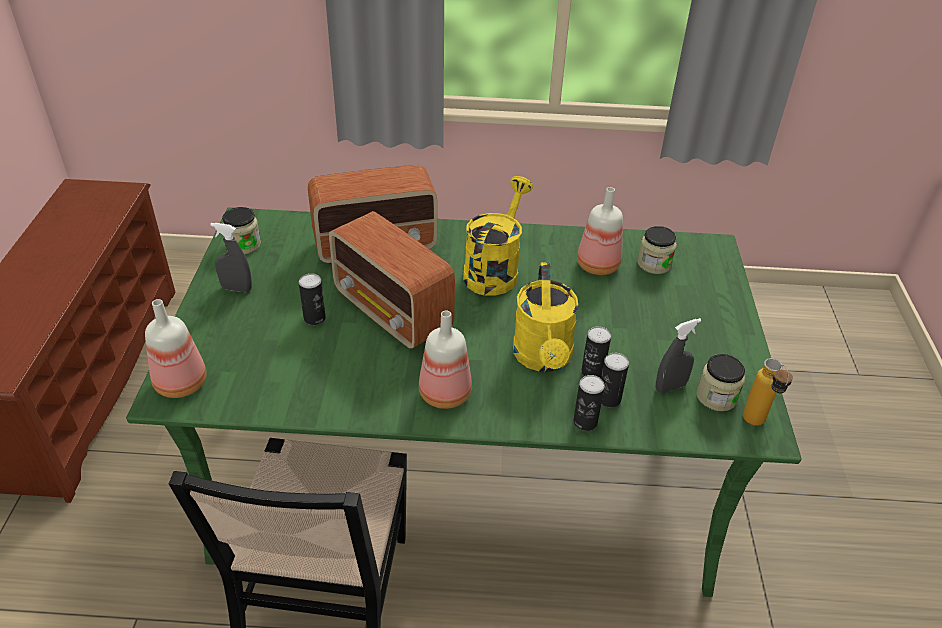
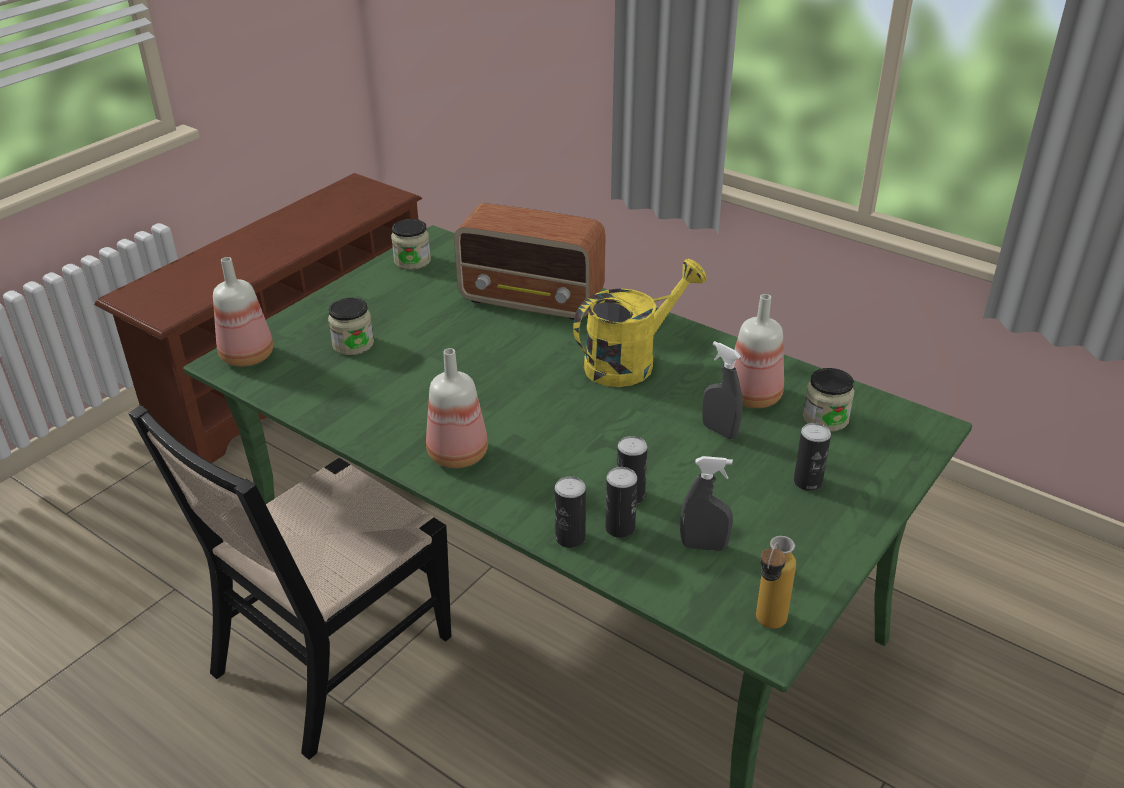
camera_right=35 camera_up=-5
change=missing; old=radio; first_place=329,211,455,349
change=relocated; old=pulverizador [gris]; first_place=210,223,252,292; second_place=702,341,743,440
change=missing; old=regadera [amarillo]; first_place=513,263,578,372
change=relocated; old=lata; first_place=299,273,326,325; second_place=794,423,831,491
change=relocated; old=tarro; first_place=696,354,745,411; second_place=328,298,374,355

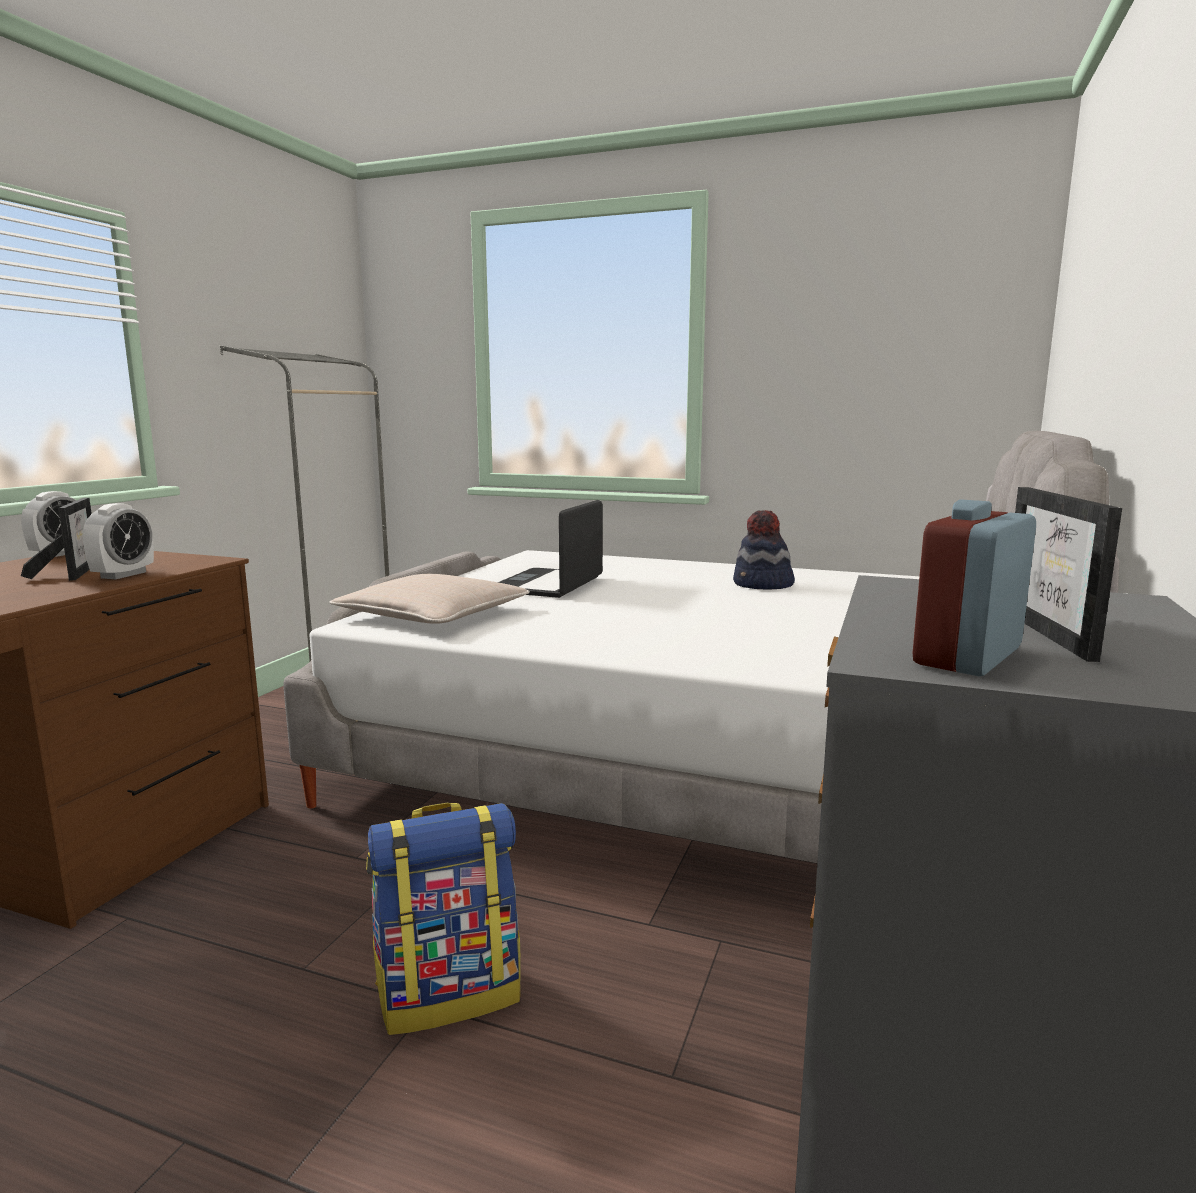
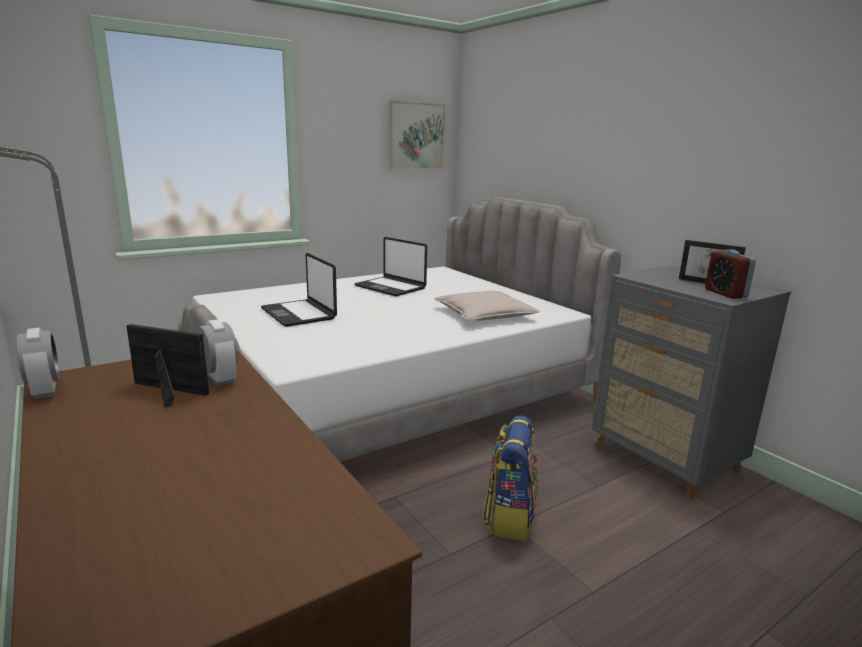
camera_right=-55 camera_up=5
change=exchanged; old=sombrero; new=portátil; first_place=733,510,795,589; second_place=354,237,427,296
change=relocated; old=cojín [beis]; first_place=329,574,530,624; second_place=435,291,539,321
change=appeared; new=cuadro; second_place=388,101,445,170

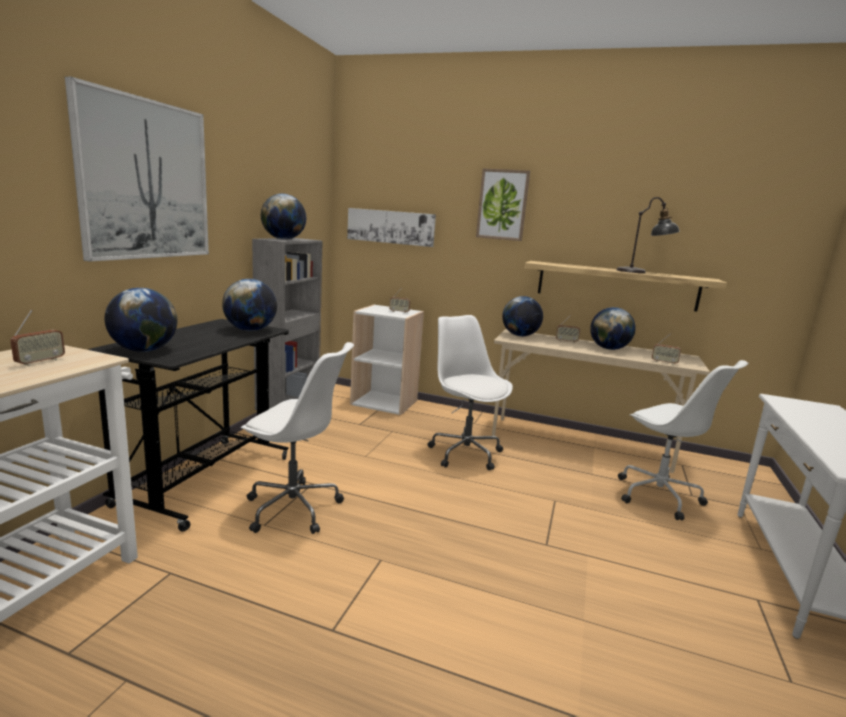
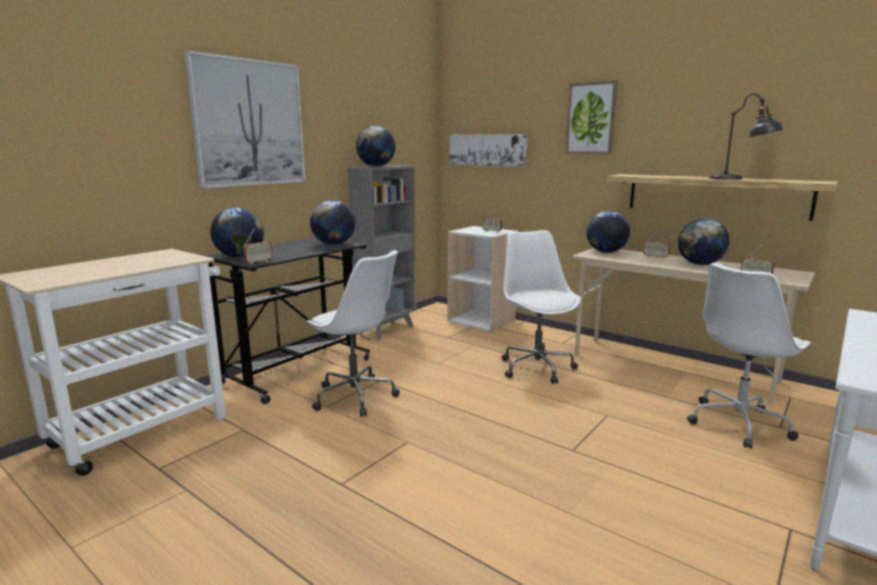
camera_right=20 camera_up=0
change=relocated; old=radio; first_place=10,310,65,366; second_place=243,228,273,265
change=spun; old=silla de oficina [blanco]; first_place=618,360,748,520; second_place=687,263,811,448; degrees=75

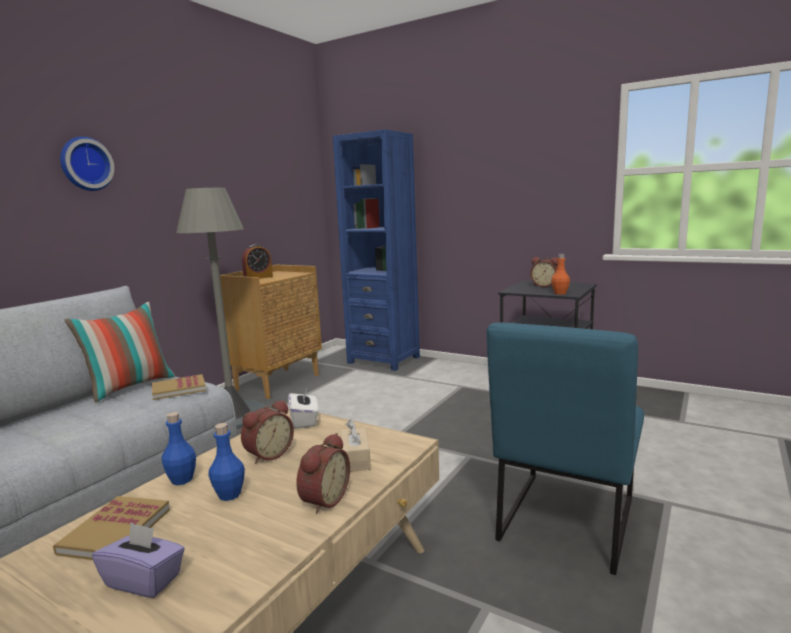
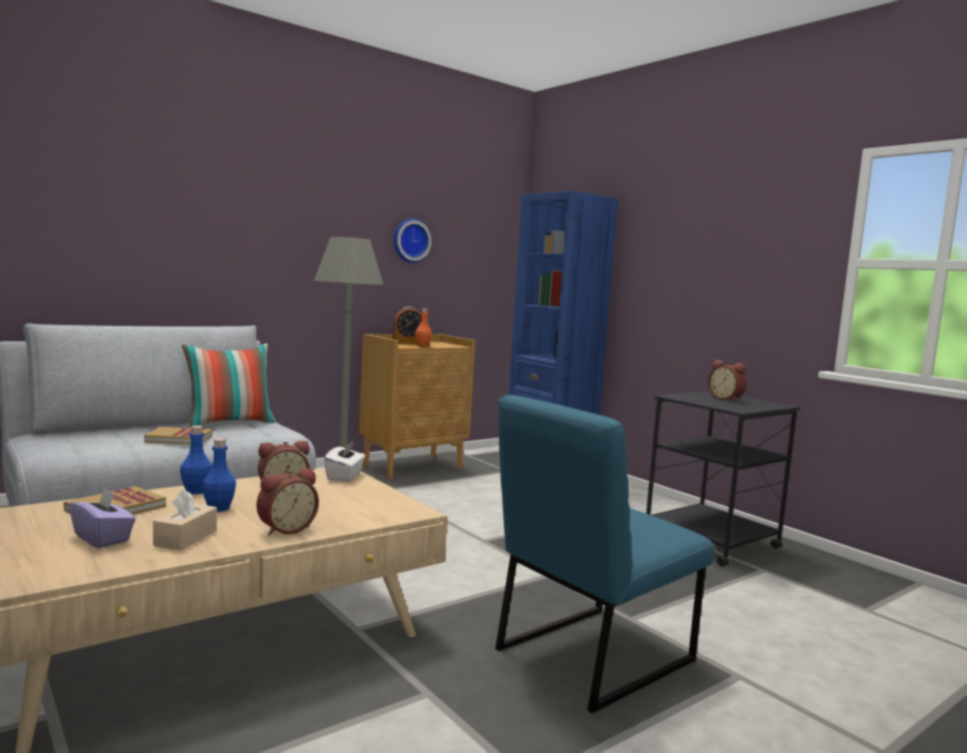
camera_right=20 camera_up=-5
change=relocated; old=reloj de pared; first_place=60,136,114,191; second_place=394,219,431,263
change=relocated; old=botella [naranja]; first_place=551,254,570,295; second_place=415,308,432,347
change=relocated; old=libro; first_place=152,374,206,400; second_place=144,427,213,444
change=relocated; old=caja de pañuelos [beis]; first_place=341,419,371,472; second_place=153,489,217,550

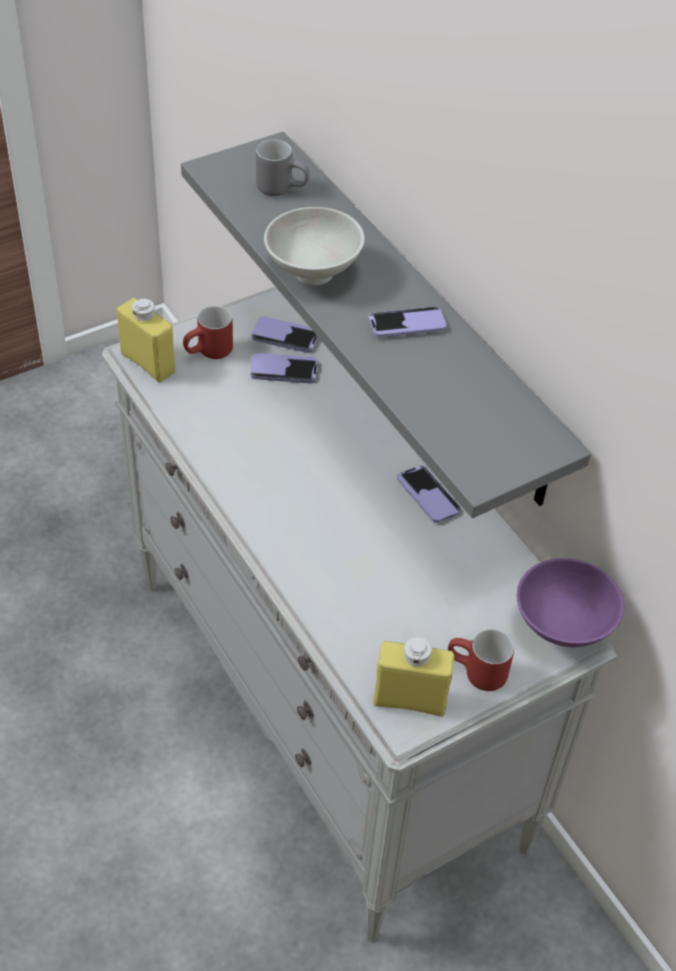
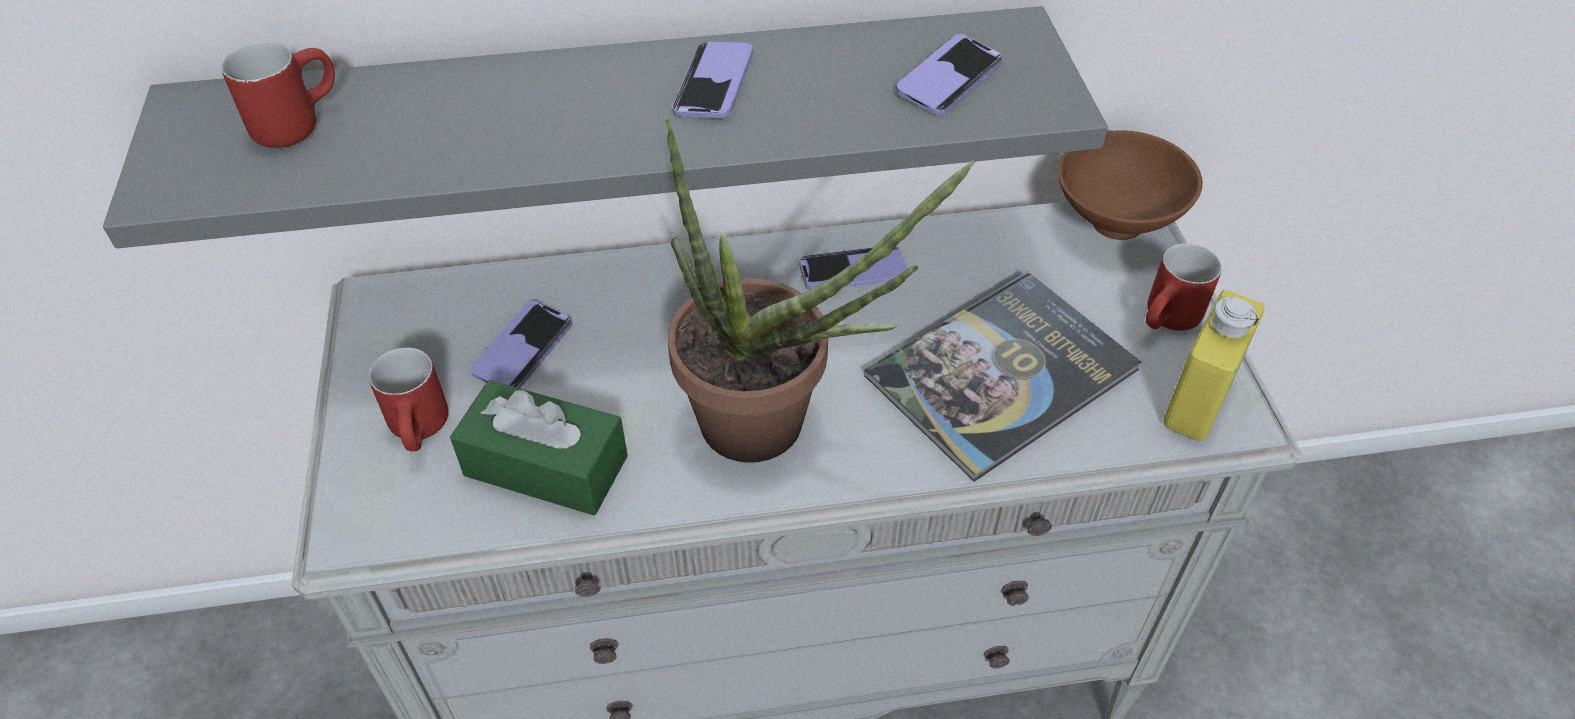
camera_right=-65 camera_up=0
change=colour; old=taza grande [gris]; new=taza grande [rojo]; first_place=256,139,310,196; second_place=221,41,335,148
change=missing; old=cuenco [blanco]; first_place=264,207,365,285
change=missing; old=botella [amarillo]; first_place=117,298,176,382
change=relocated; old=móvil; first_place=251,316,318,353; second_place=896,34,1003,115
change=colour; old=cuenco [morado]; new=cuenco [marrón]; first_place=517,558,624,647; second_place=1058,130,1203,240
change=appeared; new=planta en maceta; second_place=665,116,975,463
change=appeared; new=libro; second_place=864,272,1142,482
change=appeared; new=caja de pañuelos [verde]; second_place=450,380,628,515

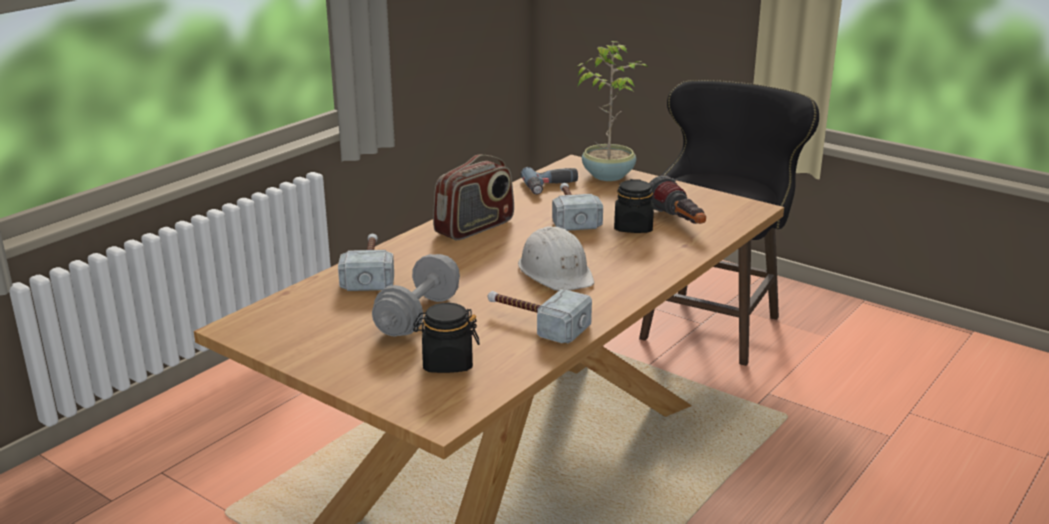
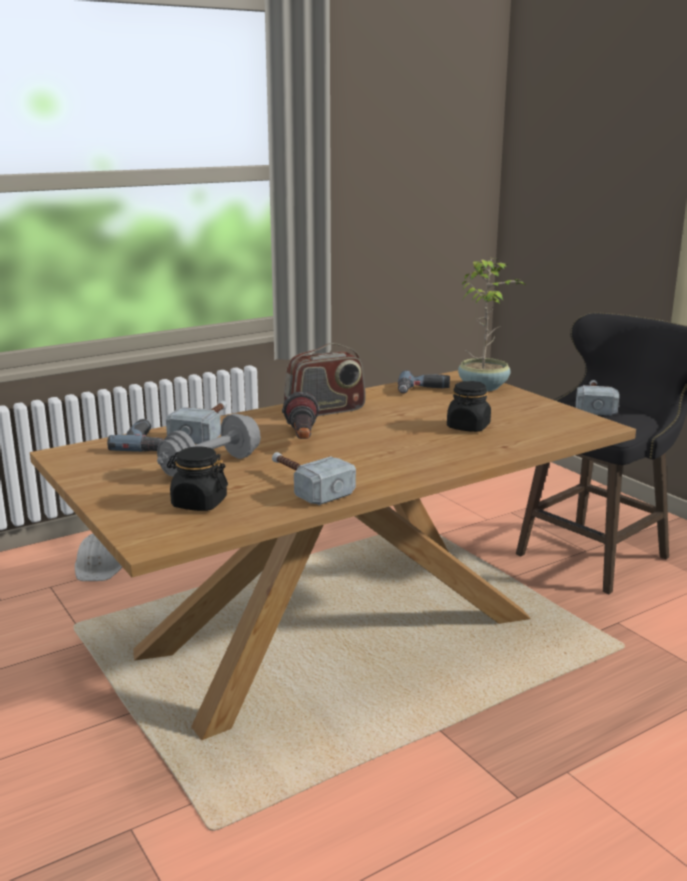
camera_right=20 camera_up=-5
change=relocated; old=linterna; first_place=649,175,706,224; second_place=282,391,320,439
change=relocated; old=martillo; first_place=552,183,603,231; second_place=576,380,619,416
change=relocated; old=casco [blanco]; first_place=518,226,594,291; second_place=75,534,122,581
change=appeared; new=taladro; second_place=107,419,164,452

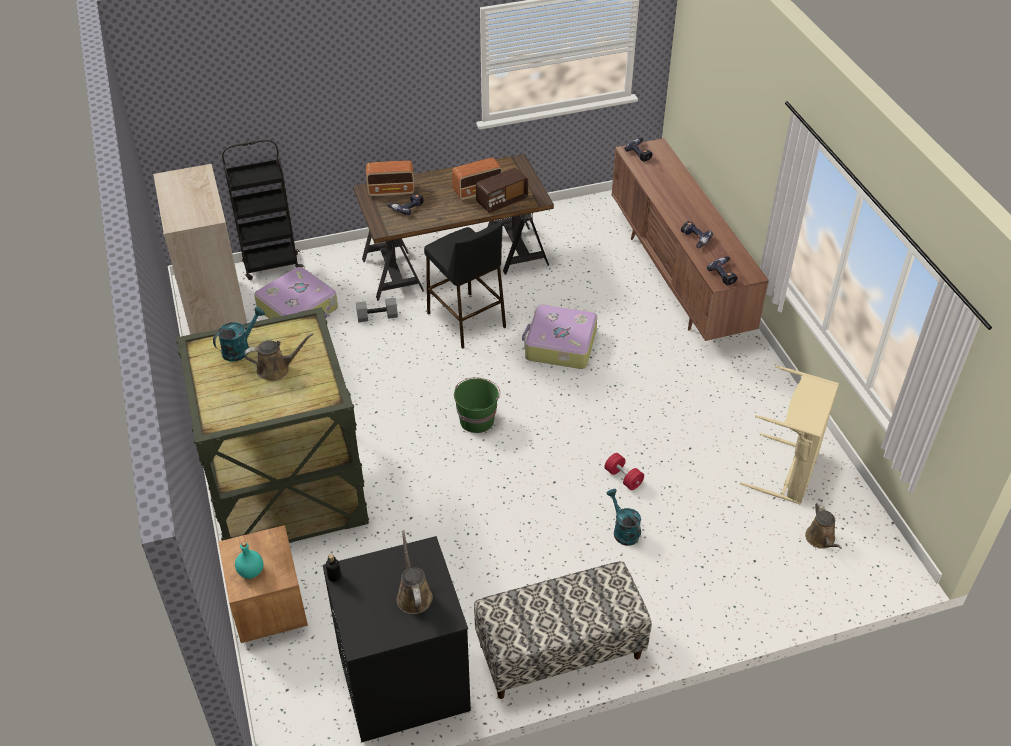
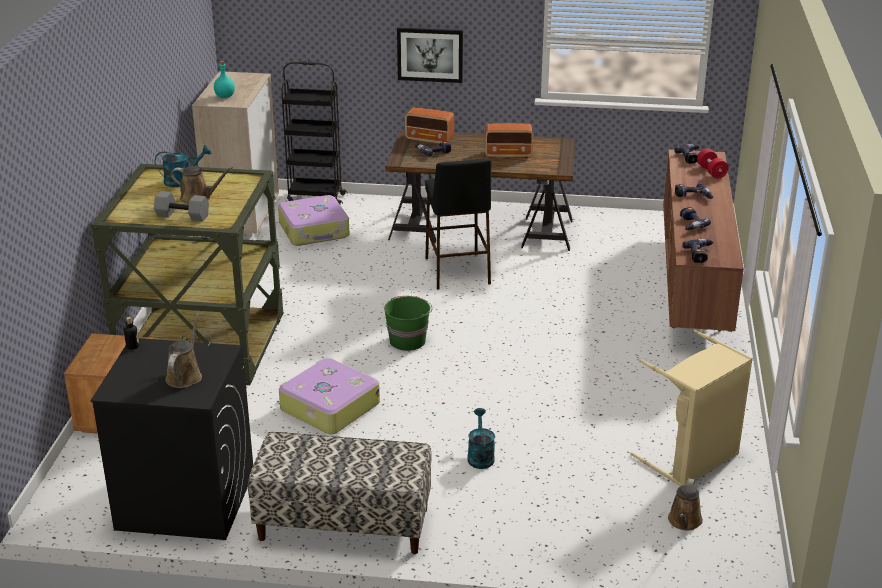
camera_right=25 camera_up=-15
change=missing; old=radio; first_place=476,168,528,212
change=relocated; old=mancuerna [gris]; first_place=356,298,398,322; second_place=154,191,209,222
change=relocated; old=maleta; first_place=522,305,597,369; second_place=279,358,380,434
change=relocated; old=mancuerna [rojo]; first_place=604,453,644,490; second_place=697,149,728,179
change=relocated; old=botella [turquesa]; first_place=235,541,264,579; second_place=214,61,235,98
change=appeared; new=cuadro; second_place=397,28,463,83
change=appeared; new=taladro; second_place=675,183,713,199

